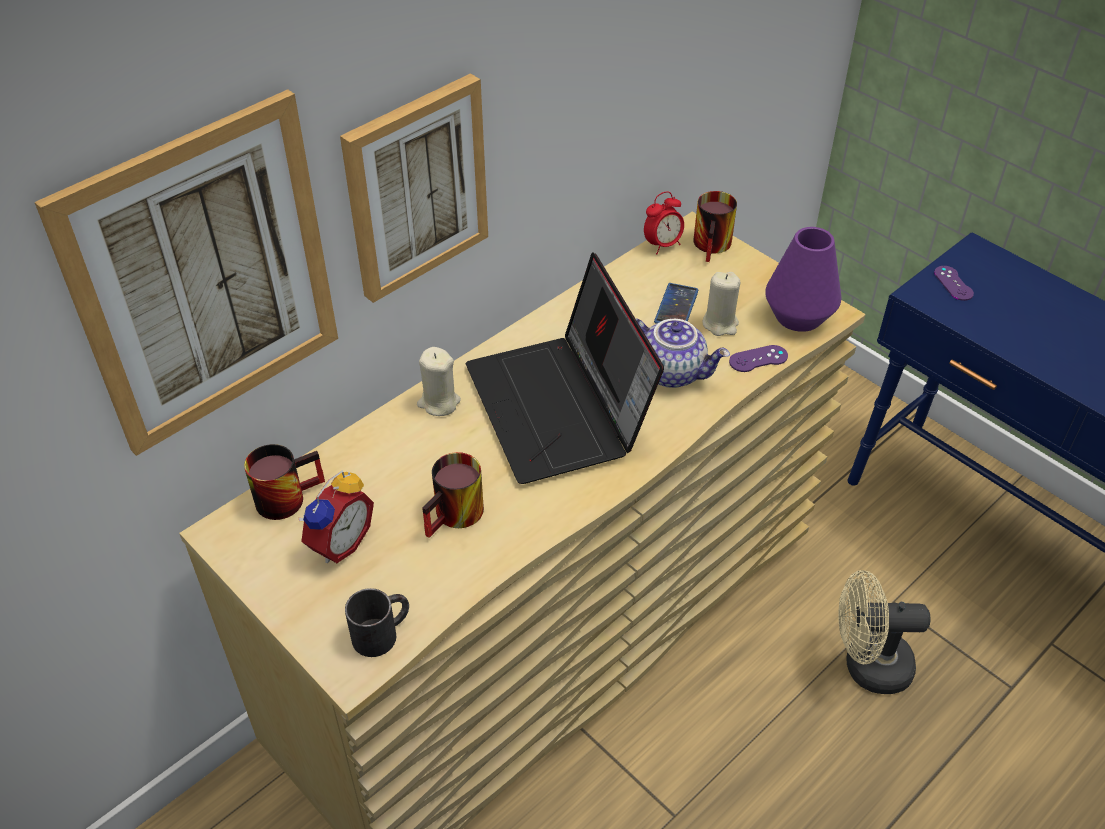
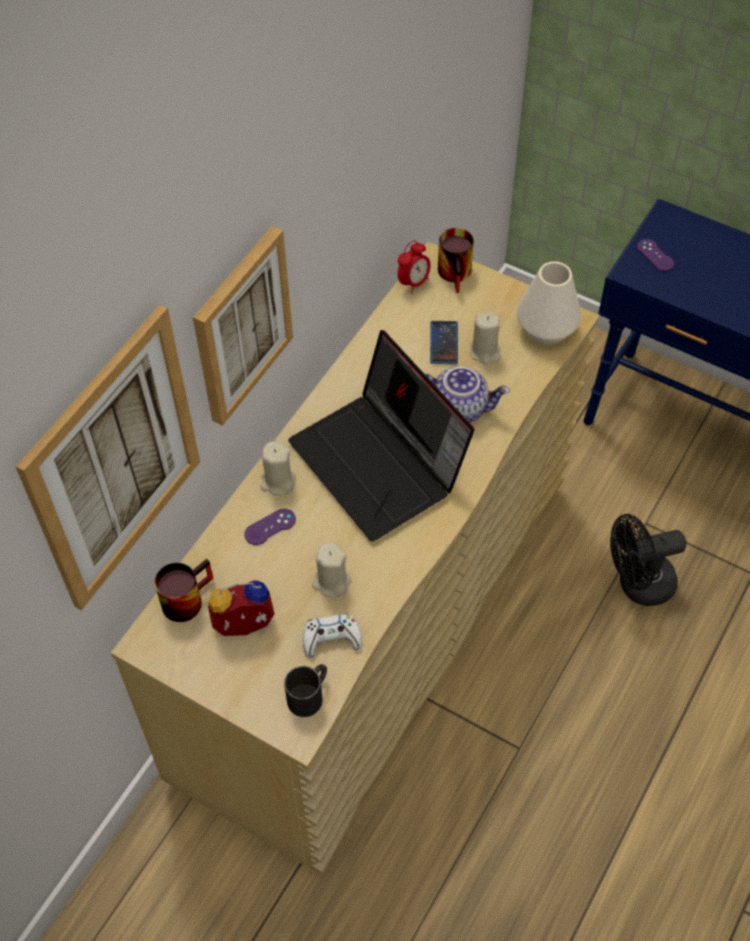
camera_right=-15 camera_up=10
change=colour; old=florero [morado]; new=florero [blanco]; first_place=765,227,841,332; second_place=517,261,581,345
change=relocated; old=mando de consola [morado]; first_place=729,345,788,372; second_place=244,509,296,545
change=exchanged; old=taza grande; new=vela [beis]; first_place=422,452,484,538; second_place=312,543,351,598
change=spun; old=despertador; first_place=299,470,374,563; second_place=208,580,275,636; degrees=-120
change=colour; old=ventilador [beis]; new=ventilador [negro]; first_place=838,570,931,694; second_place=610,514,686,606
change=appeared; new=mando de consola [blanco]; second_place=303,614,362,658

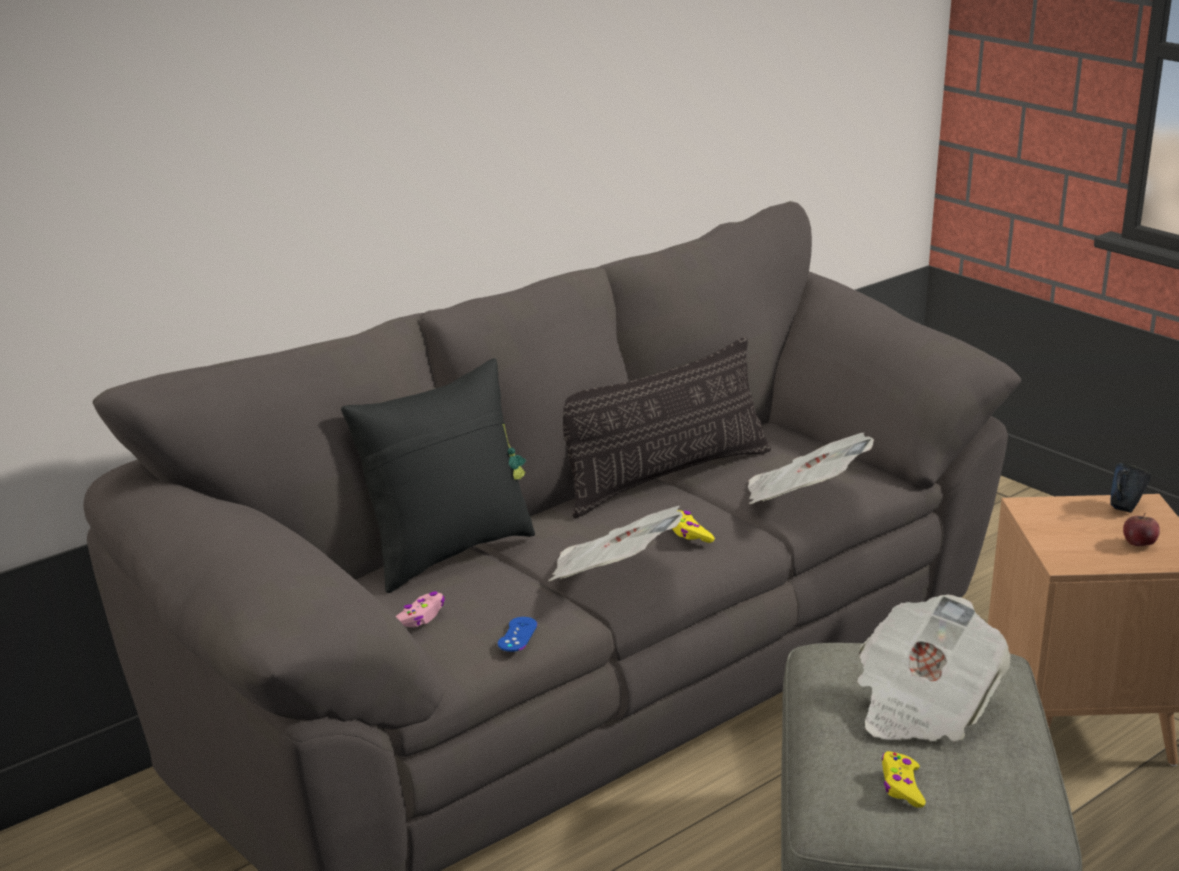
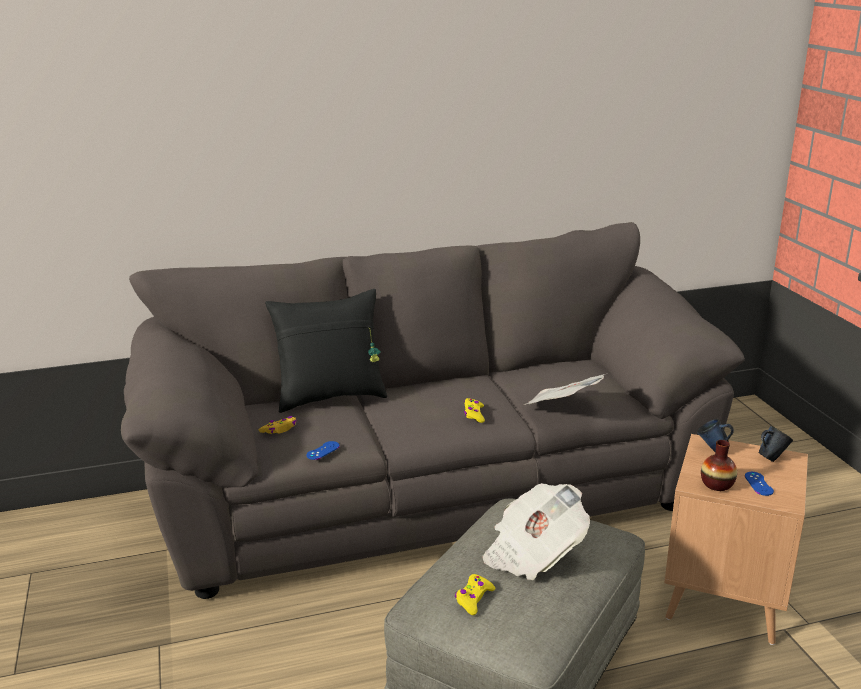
camera_right=25 camera_up=0
change=missing; old=cojín; first_place=563,337,771,518
change=missing; old=periódico; first_place=549,506,683,581
change=exchanged; old=manzana; new=mando de consola [azul]; first_place=1123,513,1160,546; second_place=745,472,774,496
change=colour; old=mando de consola [rosa]; new=mando de consola [amarillo]; first_place=395,592,445,627; second_place=259,416,297,434
change=appeared; new=taza grande [azul]; second_place=697,419,734,452
change=appeared; new=florero; second_place=701,440,737,491

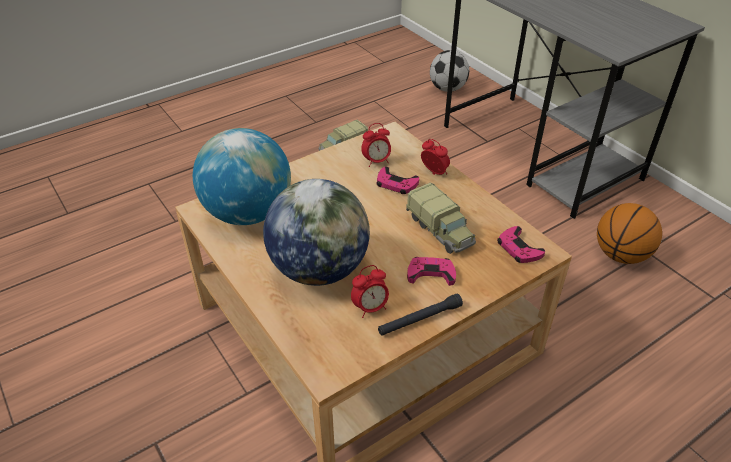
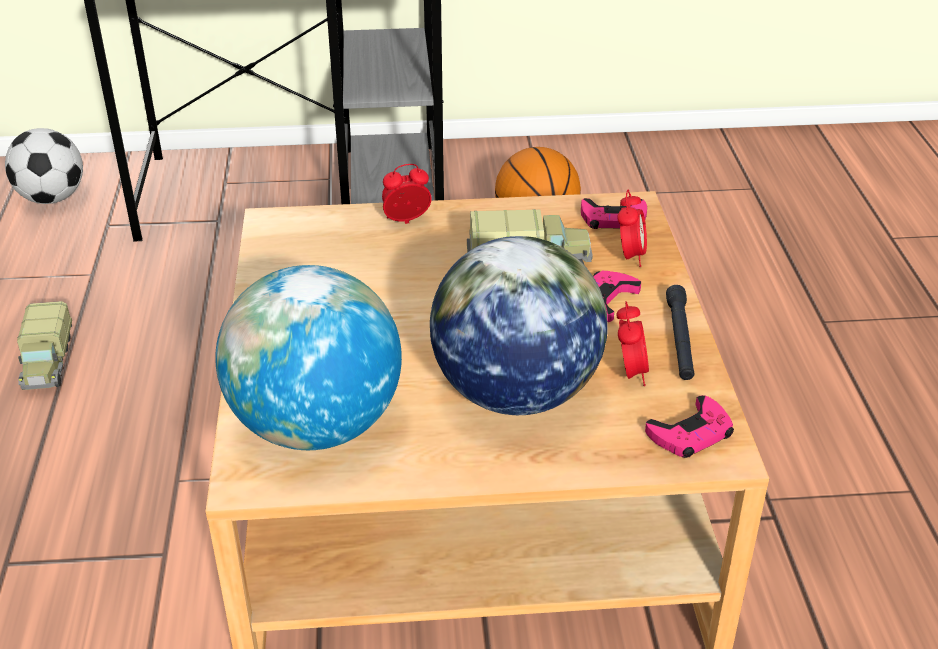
camera_right=-60 camera_up=-5
change=relocated; old=despertador; first_place=361,123,391,167; second_place=617,190,647,267
change=relocated; old=mando de consola [rosa]; first_place=376,167,419,194; second_place=645,395,734,458

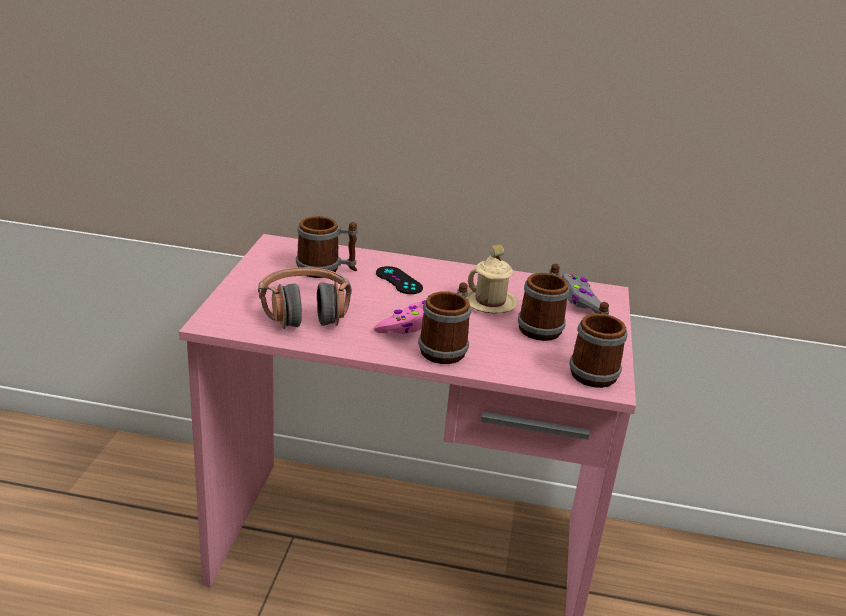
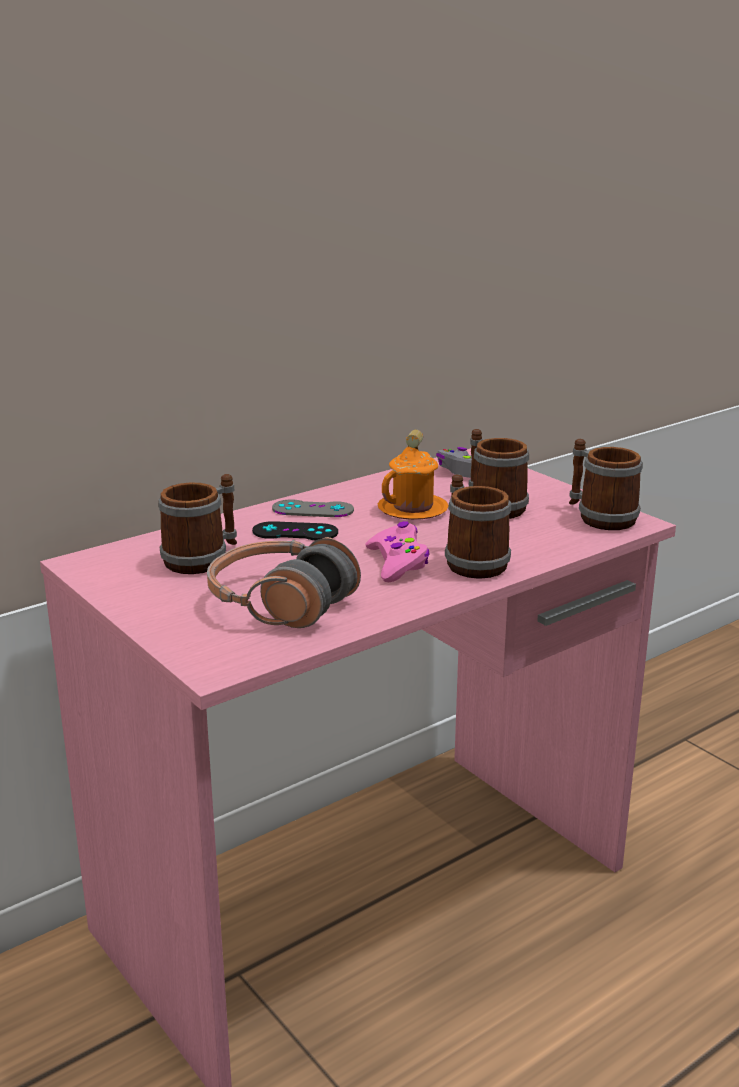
camera_right=-45 camera_up=-5
change=colour; old=taza grande [beis]; new=taza grande [naranja]; first_place=466,245,518,313; second_place=378,430,449,520
change=appeared; new=mando de consola [gris]; second_place=272,499,354,517

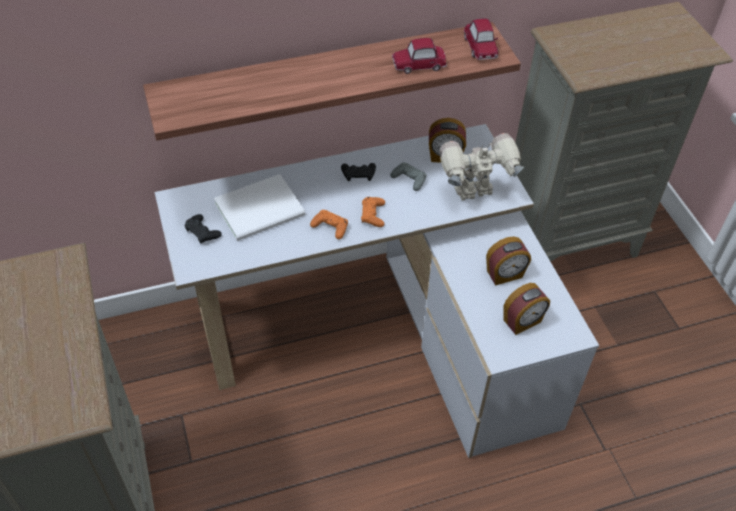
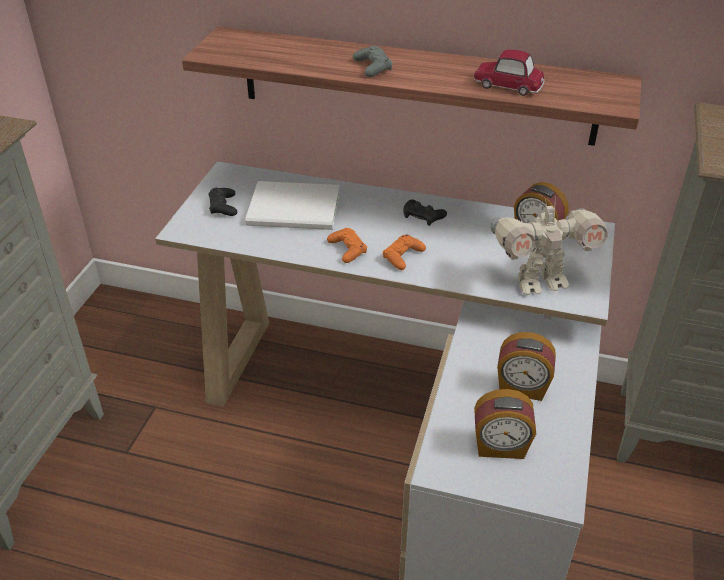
camera_right=35 camera_up=-10
change=missing; old=coche de juguete; first_place=464,18,498,60
change=spun; old=robot de juguete; first_place=440,133,524,201; second_place=490,197,607,295; degrees=150
change=relocated; old=mando de consola [gris]; first_place=390,162,426,191; second_place=353,46,393,77

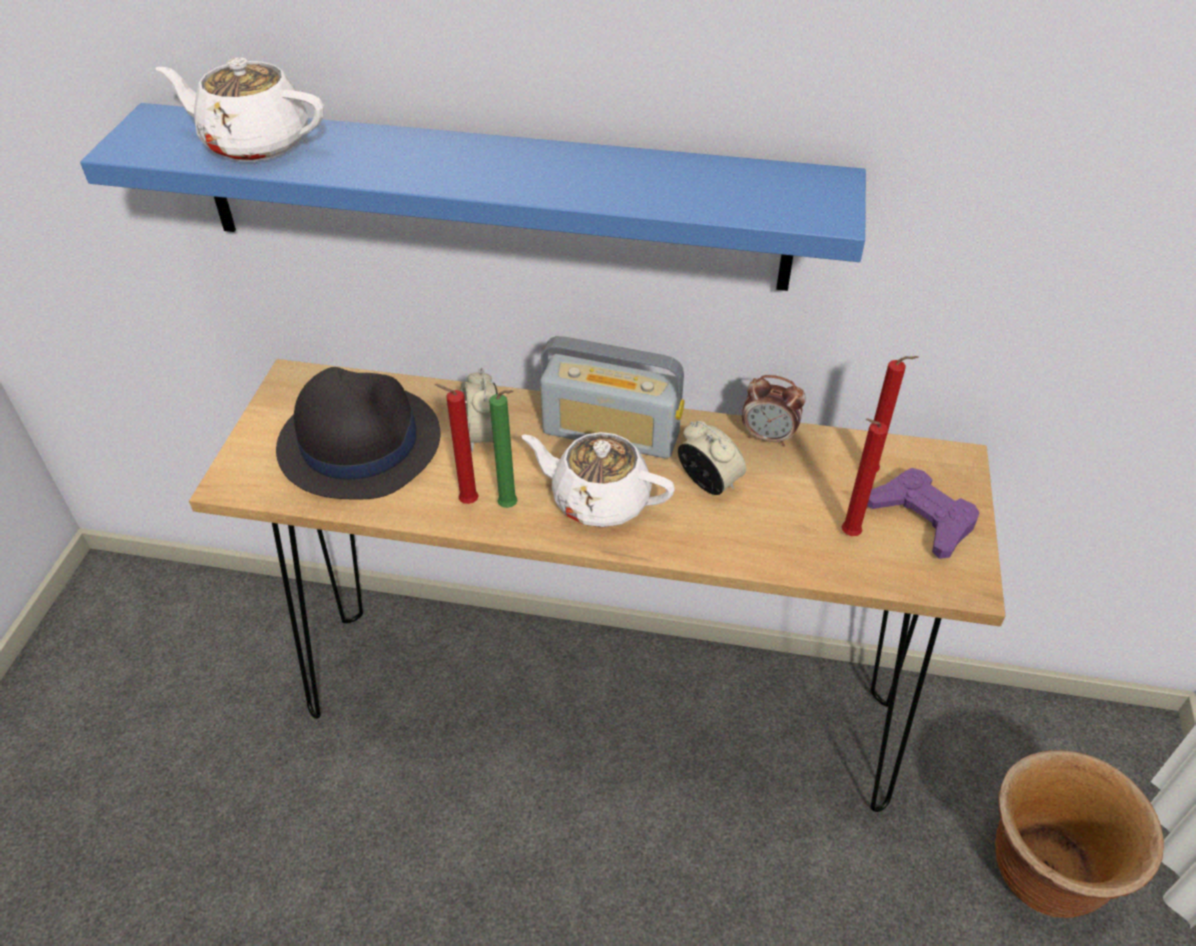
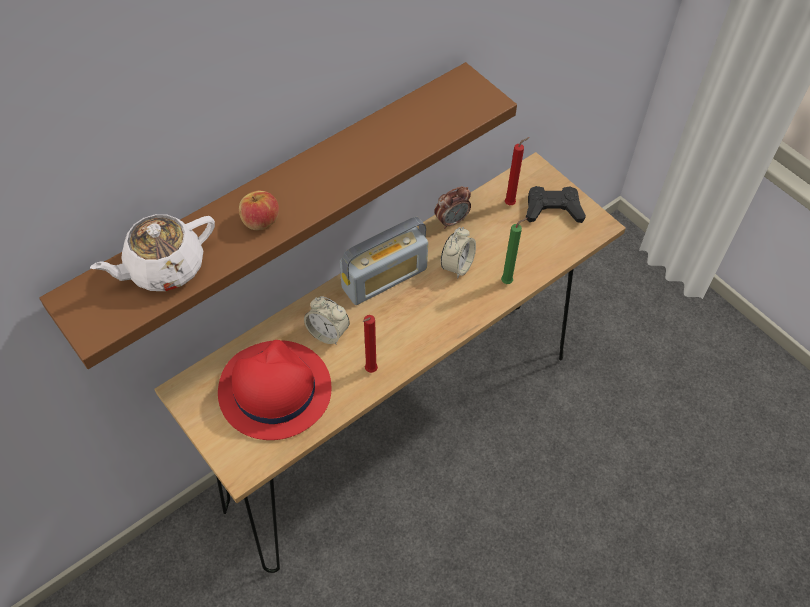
camera_right=-50 camera_up=10
change=colour; old=estante [azul]; new=estante [marrón]; first_place=80,103,866,291; second_place=39,62,517,369
change=colour; old=sombrero [negro]; new=sombrero [rojo]; first_place=276,367,440,499; second_place=218,340,331,440
change=relocated; old=vela [verde]; first_place=489,390,518,508; second_place=501,218,527,284
change=missing; old=vela [rojo]; first_place=842,418,888,536
change=spun; old=despertador; first_place=678,421,746,495; second_place=441,227,476,279; degrees=120
change=missing; old=tetera [blanco]; first_place=522,432,675,527
change=colour; old=mando de consola [morado]; new=mando de consola [negro]; first_place=867,468,979,559; second_place=526,186,586,223
change=missing; old=maceta [marrón]; first_place=995,750,1164,918
change=appeared; new=manzana; second_place=239,190,279,230

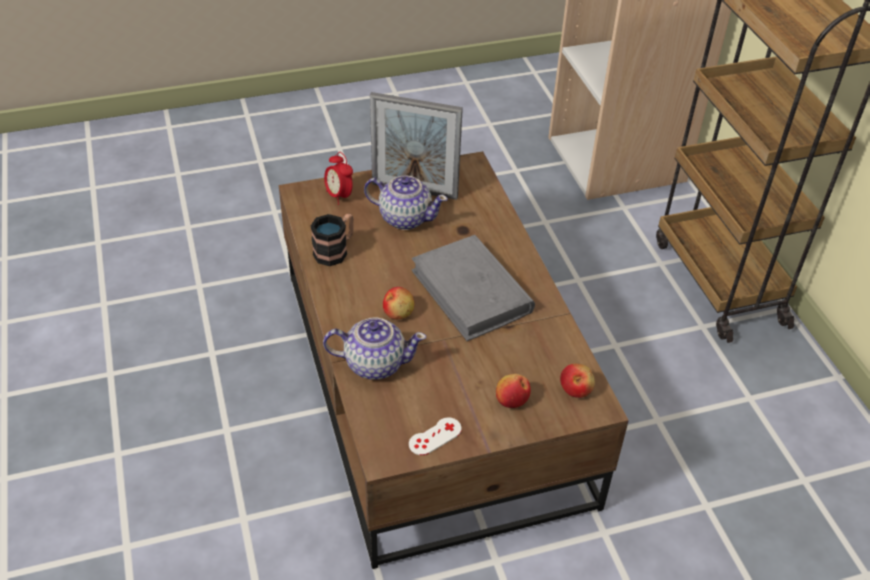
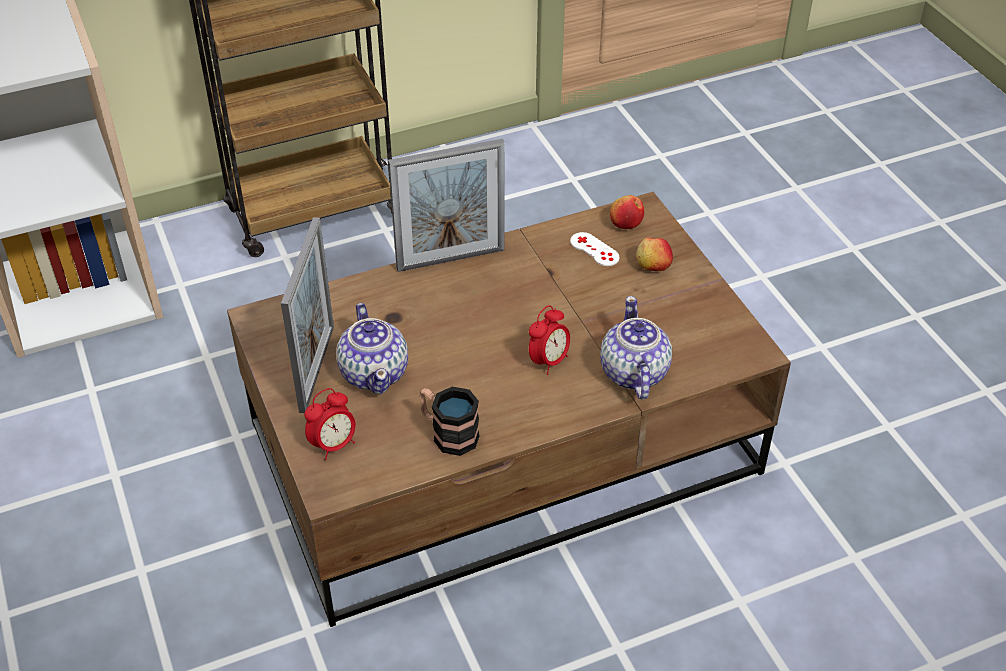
camera_right=-95 camera_up=0
change=spun; old=tetera; first_place=364,176,448,230; second_place=336,303,408,394; degrees=150
change=missing; old=libro [gris]; first_place=412,235,535,341
change=exchanged; old=manzana; new=despertador; first_place=383,287,414,319; second_place=529,305,570,375
change=relocated; old=mando de consola [blanco]; first_place=409,417,462,455; second_place=570,232,620,266
change=appeared; new=portarretratos; second_place=388,139,505,272

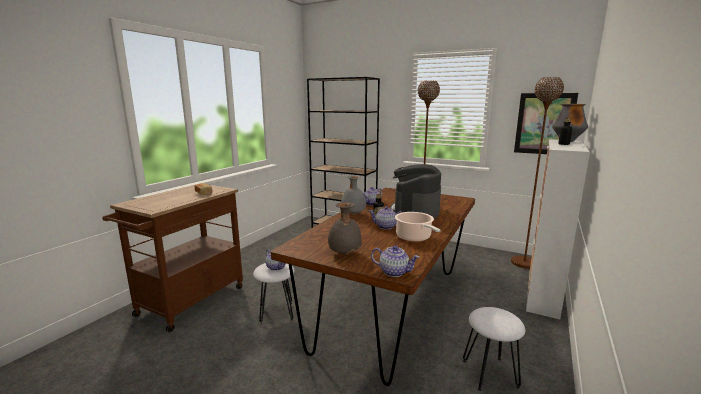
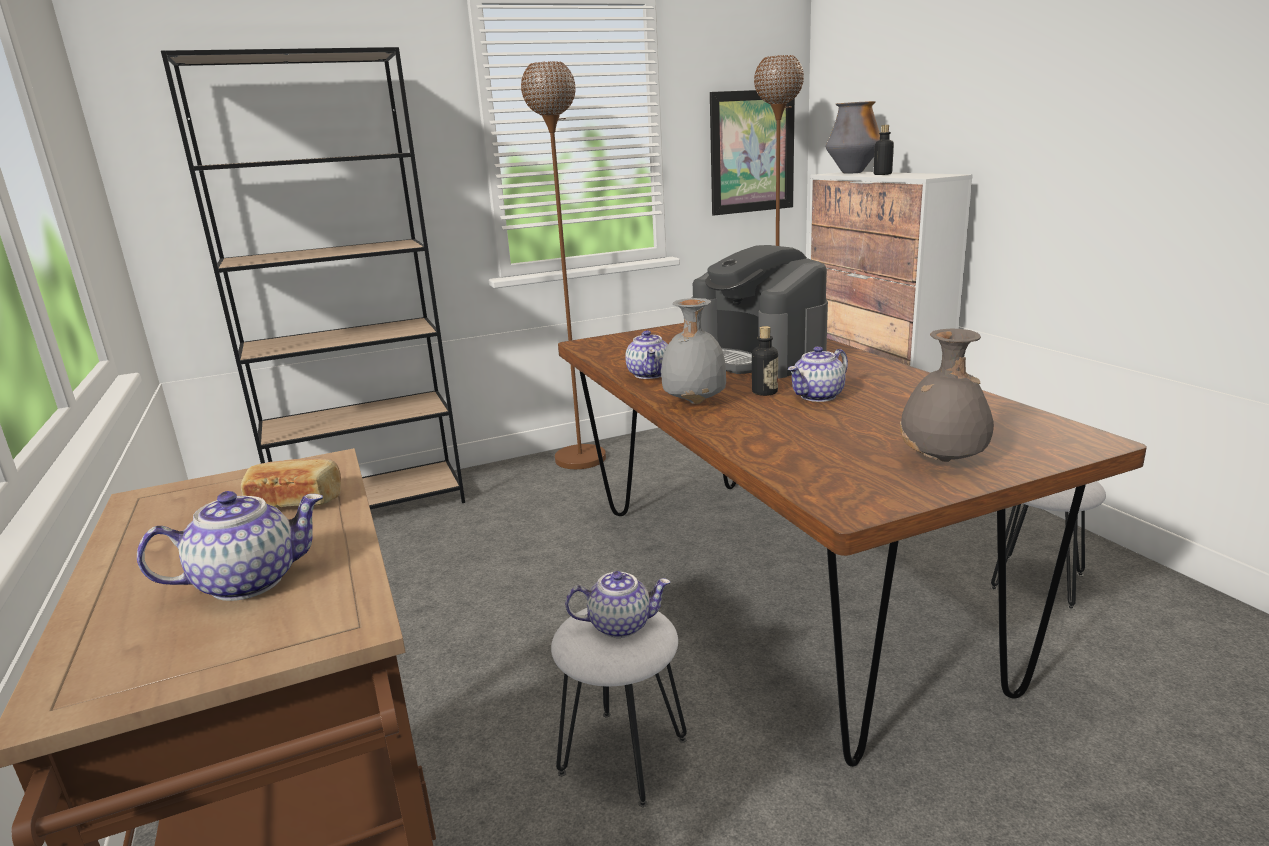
camera_right=-50 camera_up=5
change=missing; old=olla; first_place=395,212,441,242
change=relocated; old=tetera; first_place=371,245,419,277; second_place=137,491,323,601

